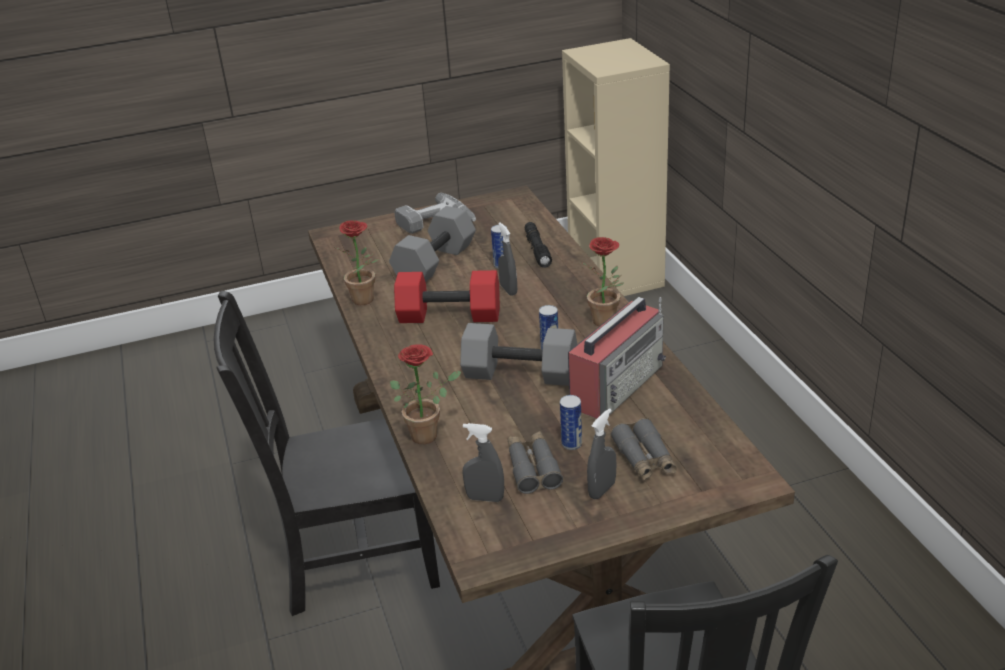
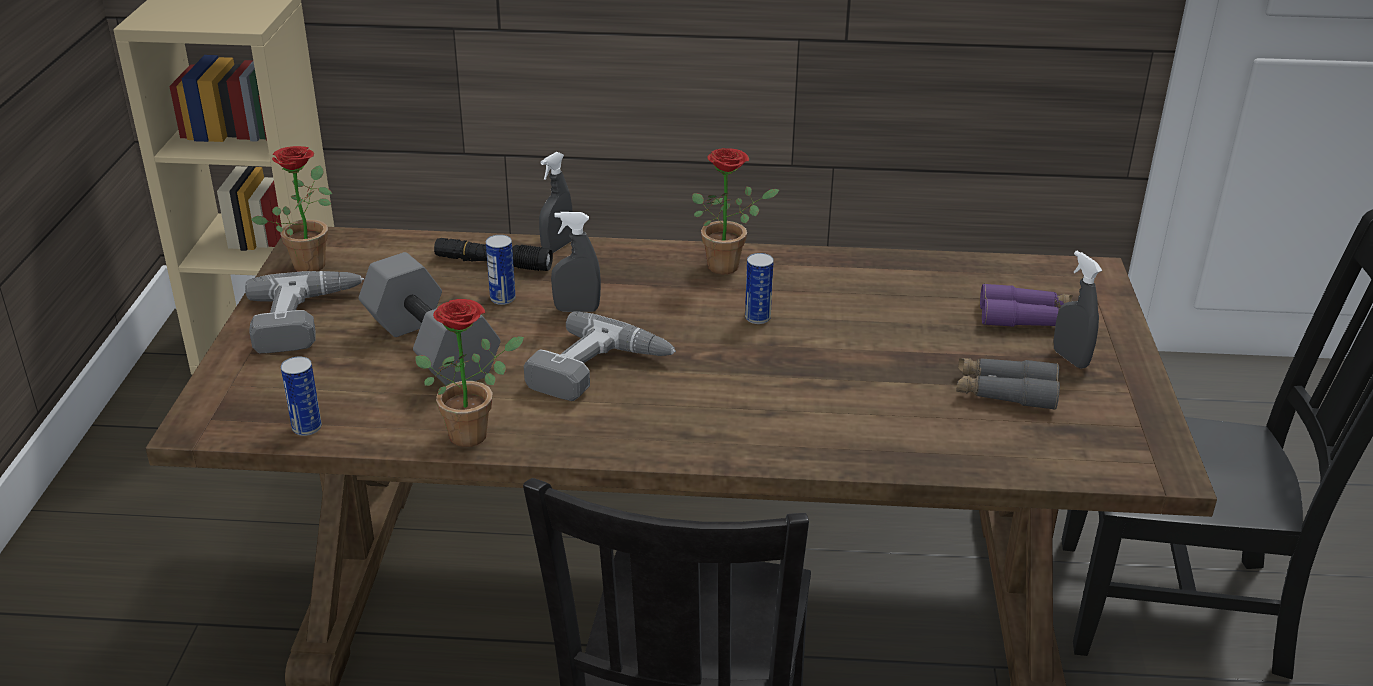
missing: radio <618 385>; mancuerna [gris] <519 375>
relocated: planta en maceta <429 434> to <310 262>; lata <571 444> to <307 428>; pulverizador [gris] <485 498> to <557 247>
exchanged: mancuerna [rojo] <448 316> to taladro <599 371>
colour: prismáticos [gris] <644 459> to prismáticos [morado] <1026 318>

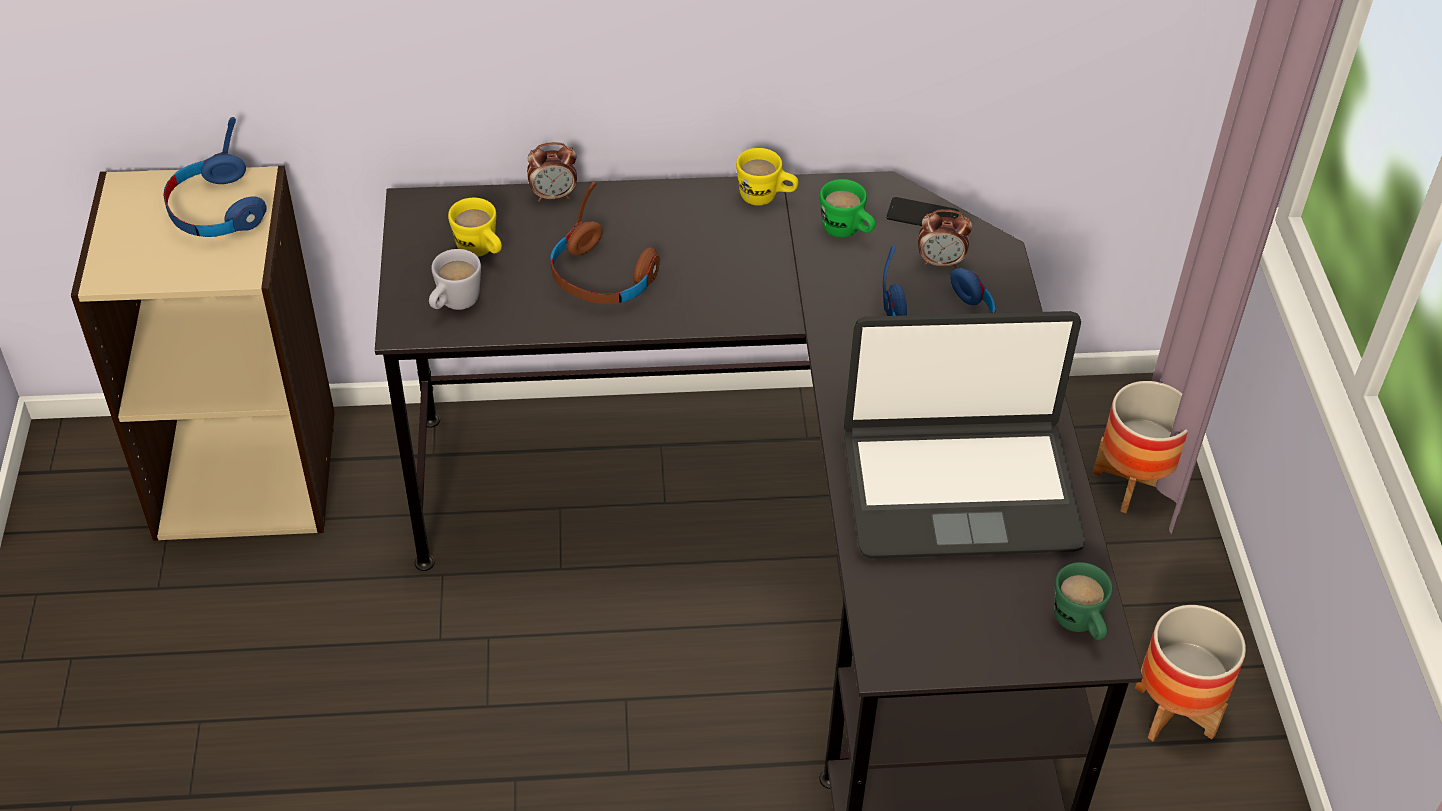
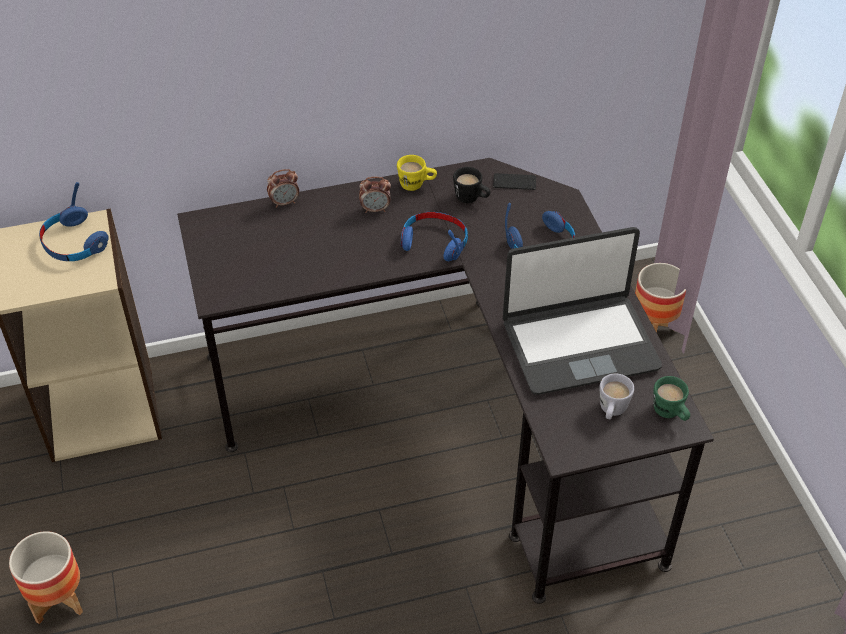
missing: auriculares [marrón] <602 277>; taza grande [amarillo] <481 251>
appeared: auriculares [azul] <434 242>
relocated: despertador <940 262> to <375 209>; taza grande [blanco] <454 304> to <611 412>; maceta <1174 711> to <58 599>
colour: taza grande [verde] <847 232> to taza grande [negro] <471 199>

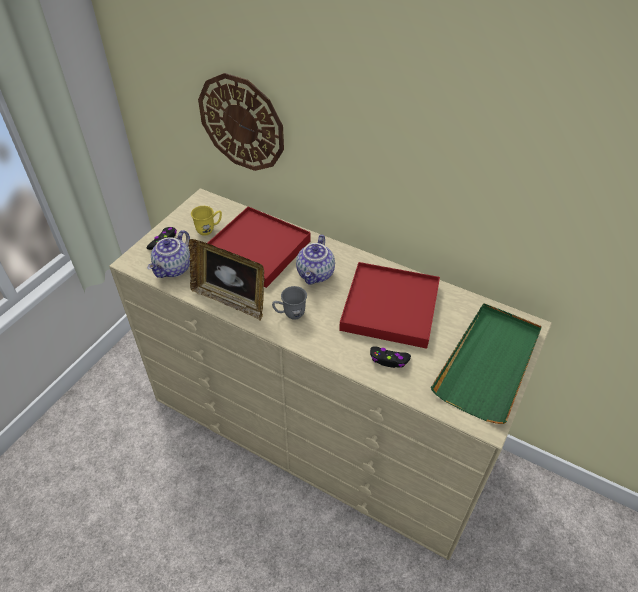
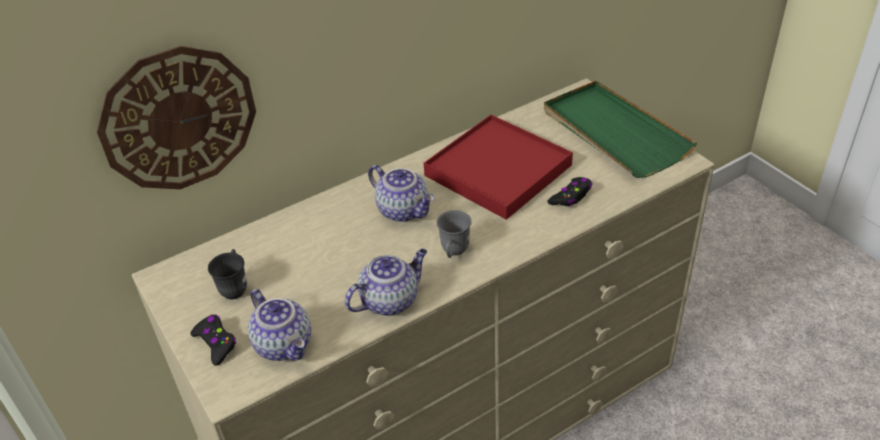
missing: bandeja [rojo] <256 249>
exchanged: portarretratos <230 300> to tetera <390 300>
colour: taza grande [amarillo] <209 229> to taza grande [gris] <235 286>

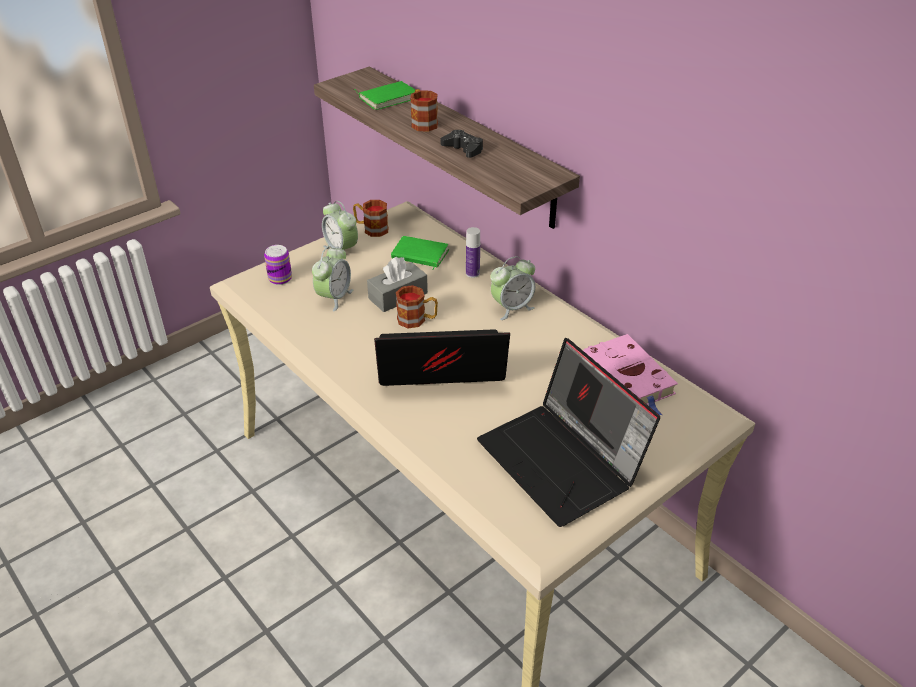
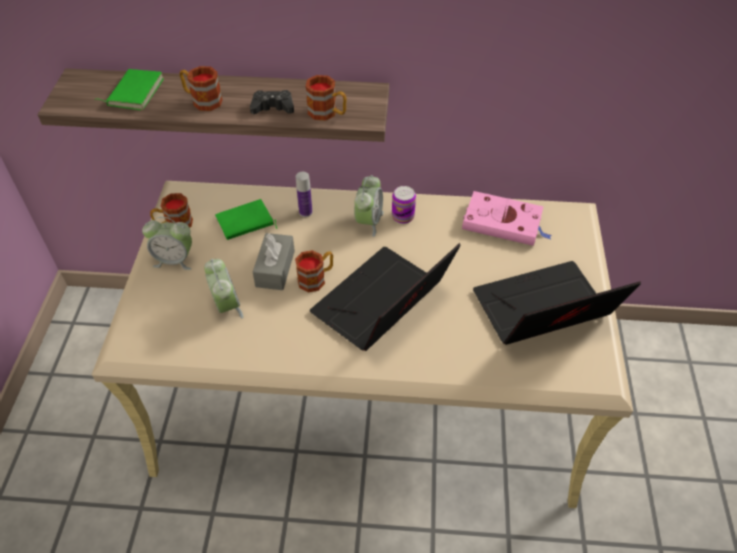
appeared: taza grande <327 113>
relocated: lata <280 278> to <403 216>
spun: portátil <563 461> = <542 312> 150 degrees clockwise

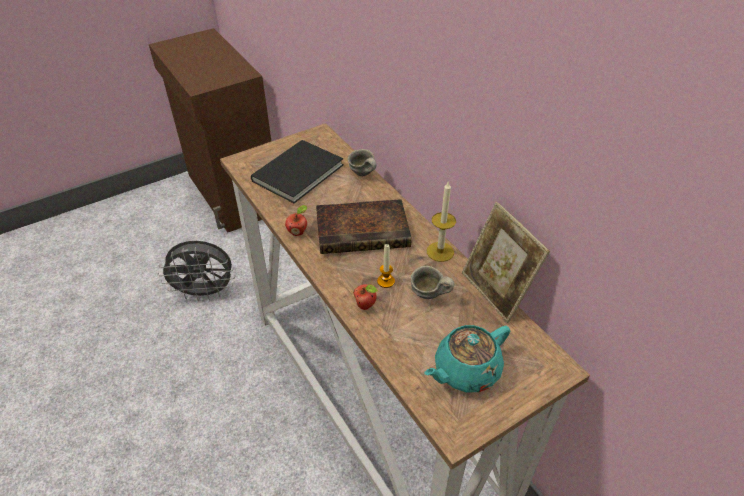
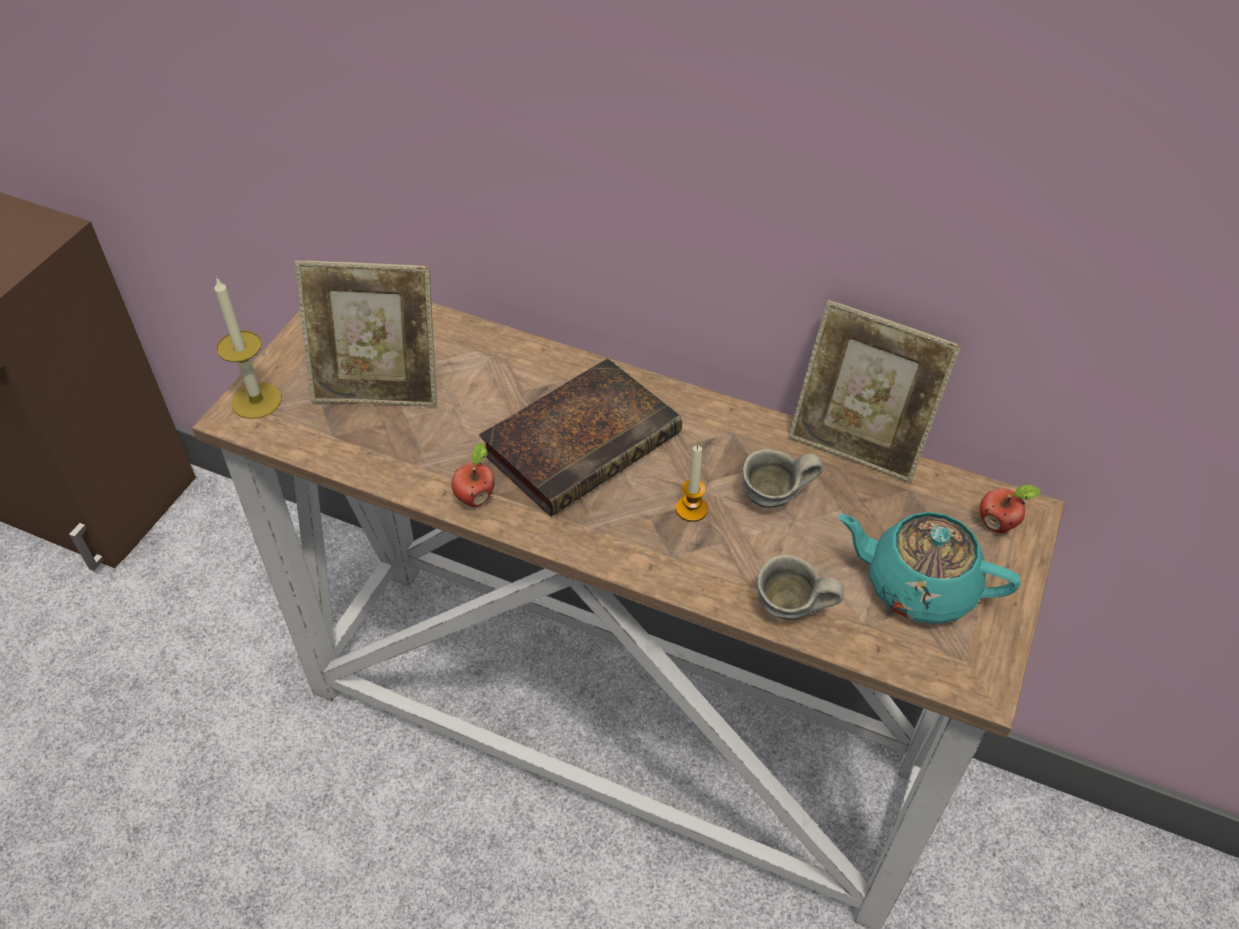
missing: ventilador [gris] <205 292>
relocated: taza grande [gris] <362 175> to <790 613>; vela <440 251> to <256 400>; manzana <366 305> to <998 524>
exchanged: libro [negro] <300 173> to portarretratos <379 387>
spun: tetera [turquesa] <465 371> = <917 585> 90 degrees clockwise

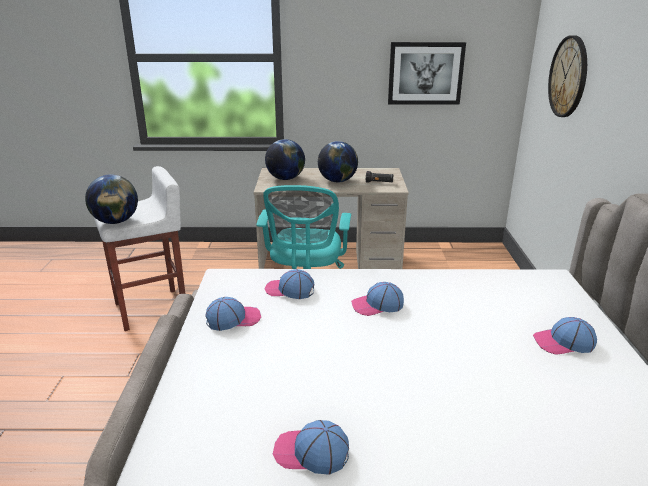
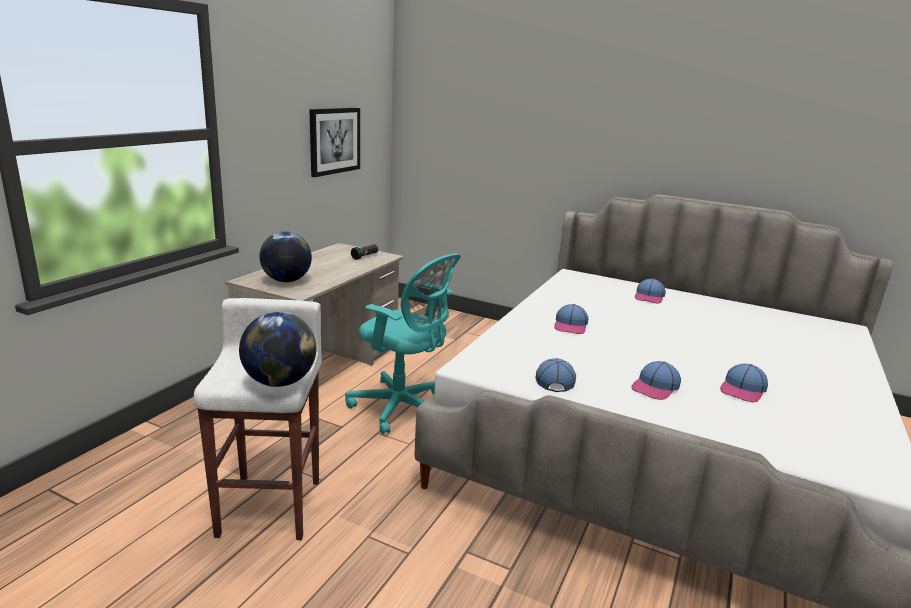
missing: reloj de pared <568 77>; globo terráqueo <337 181>
relocated: gorra <289 290> to <655 387>

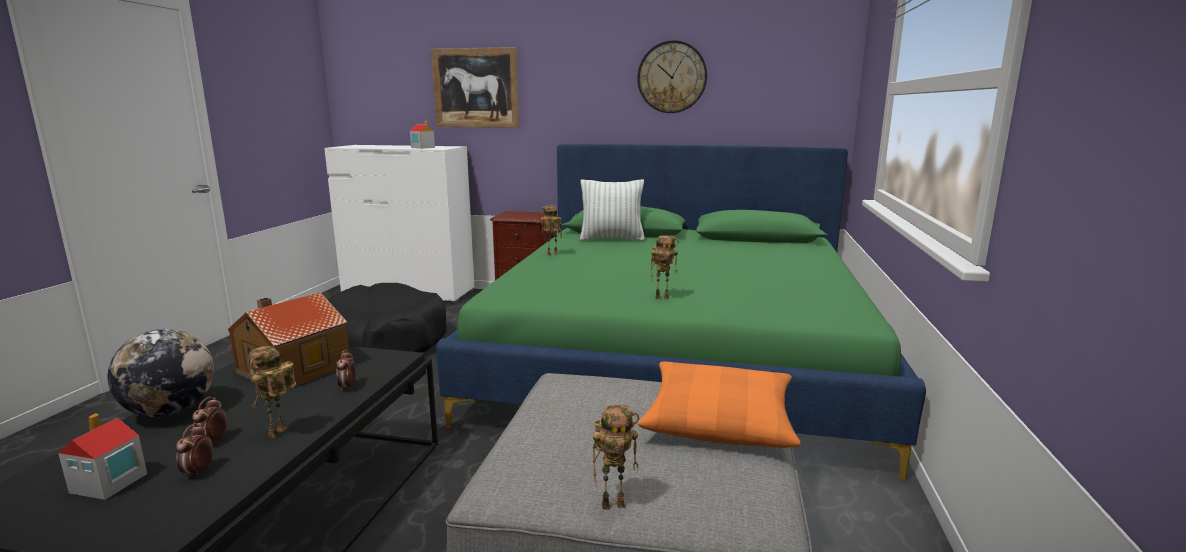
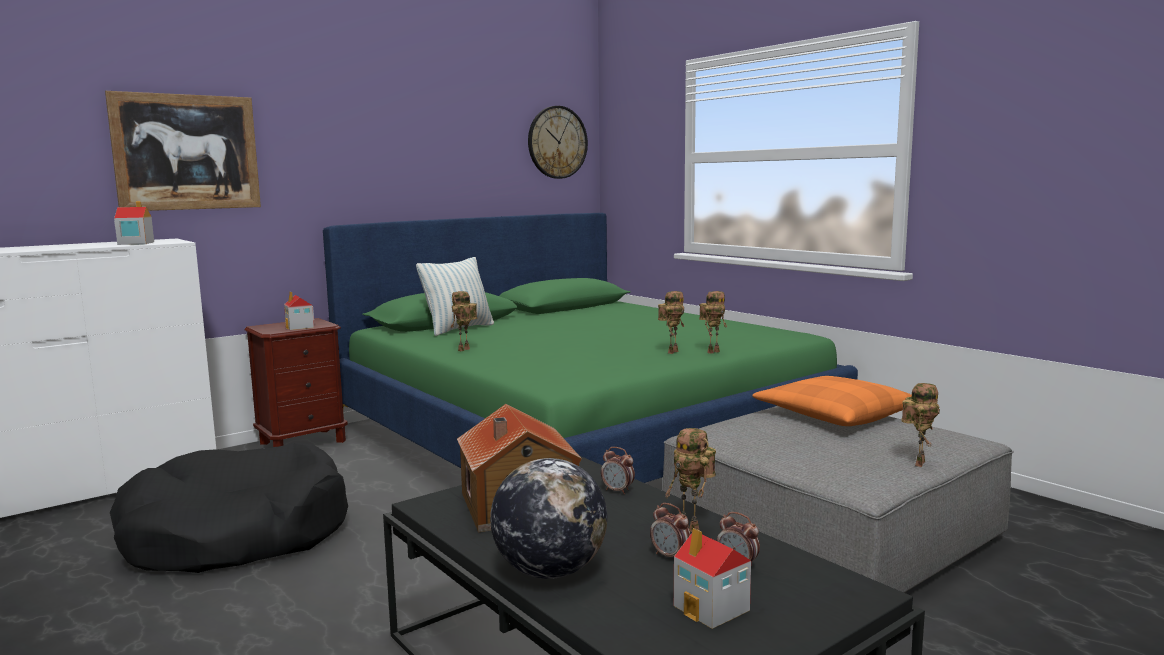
appeared: robot de juguete <713 352>; casita <300 327>
relocated: reloj de pared <672 77> to <557 142>

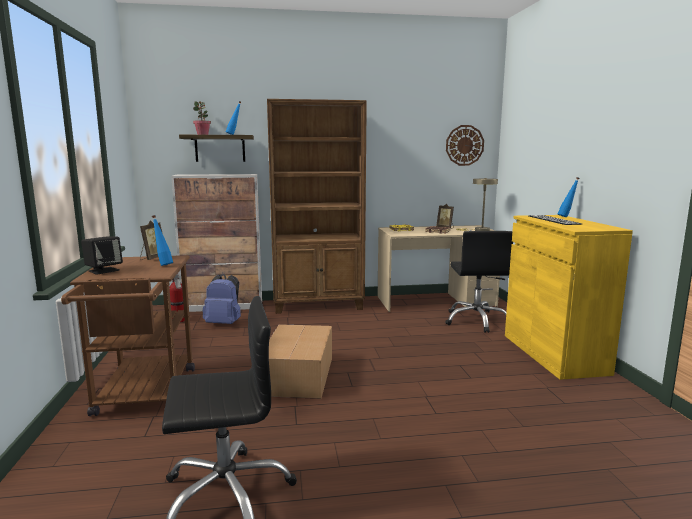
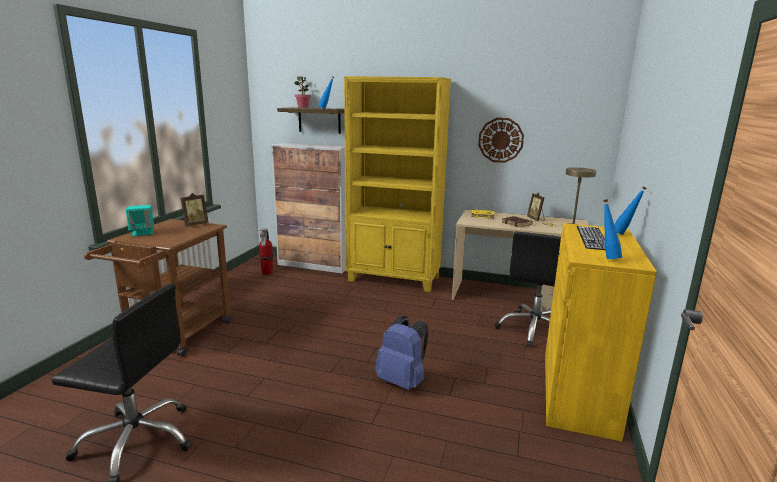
missing: caja de cartón <299 375>
relocated: reloj de pared <464 145> to <500 140>; botella [azul] <163 265> to <607 258>; mochila [azul] <224 323> to <402 381>
colour: estantería [marrón] <318 305> to estantería [amarillo] <394 279>; altavoz [negro] <104 270> to altavoz [turquesa] <142 233>

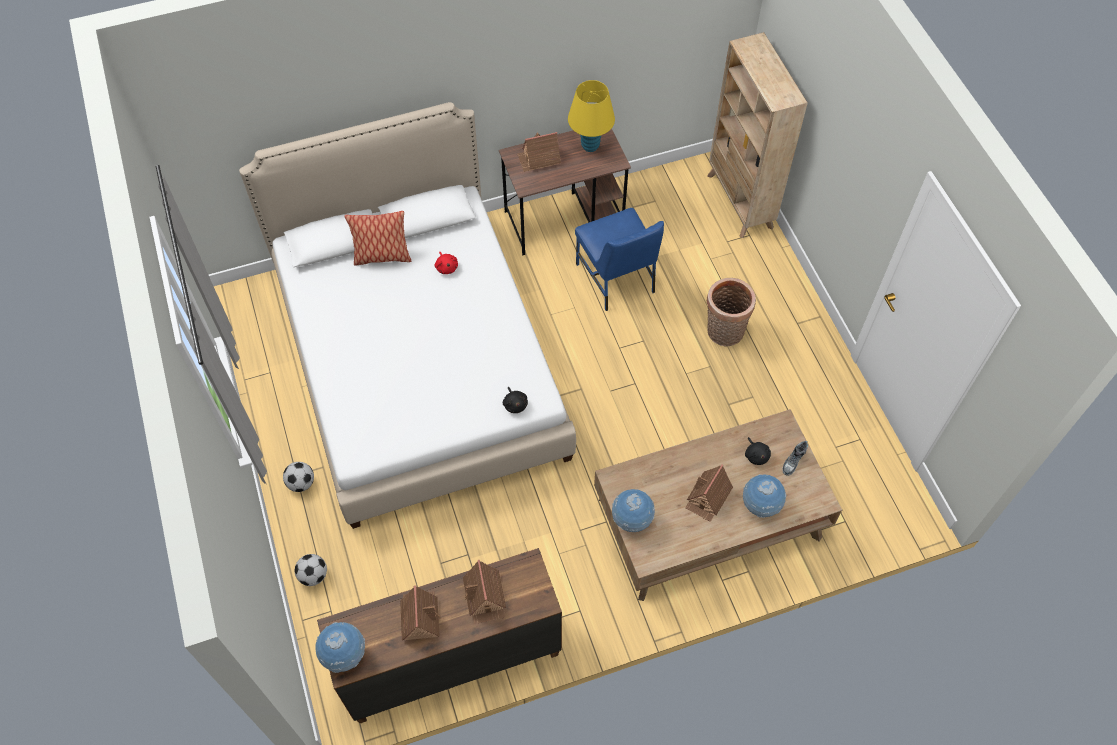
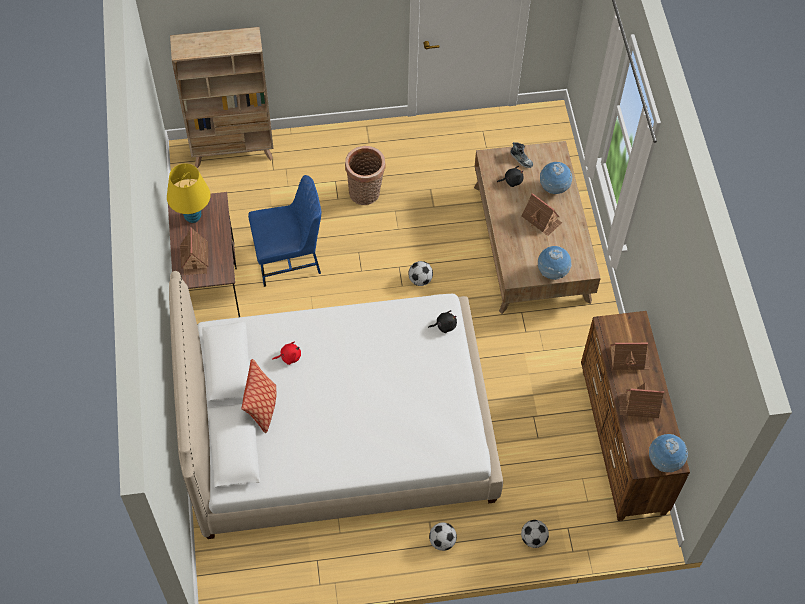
appeared: balón de fútbol <420 280>

